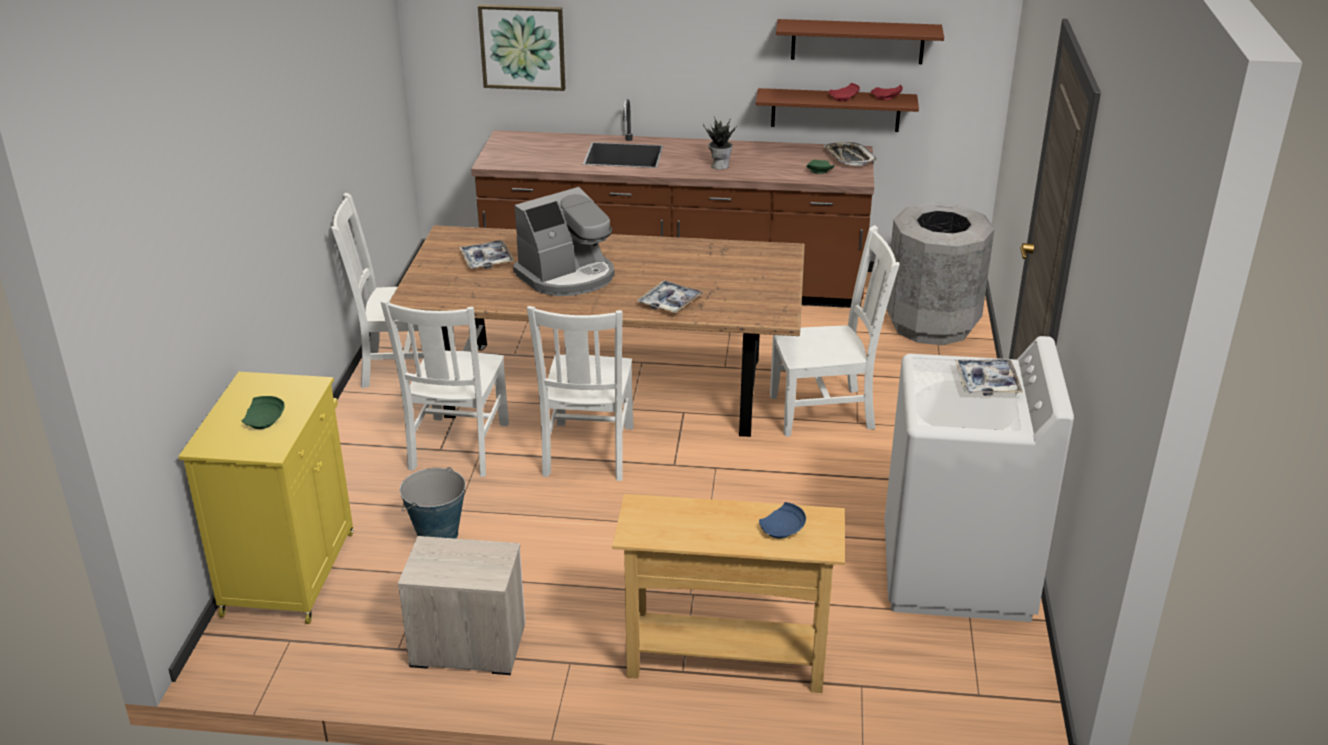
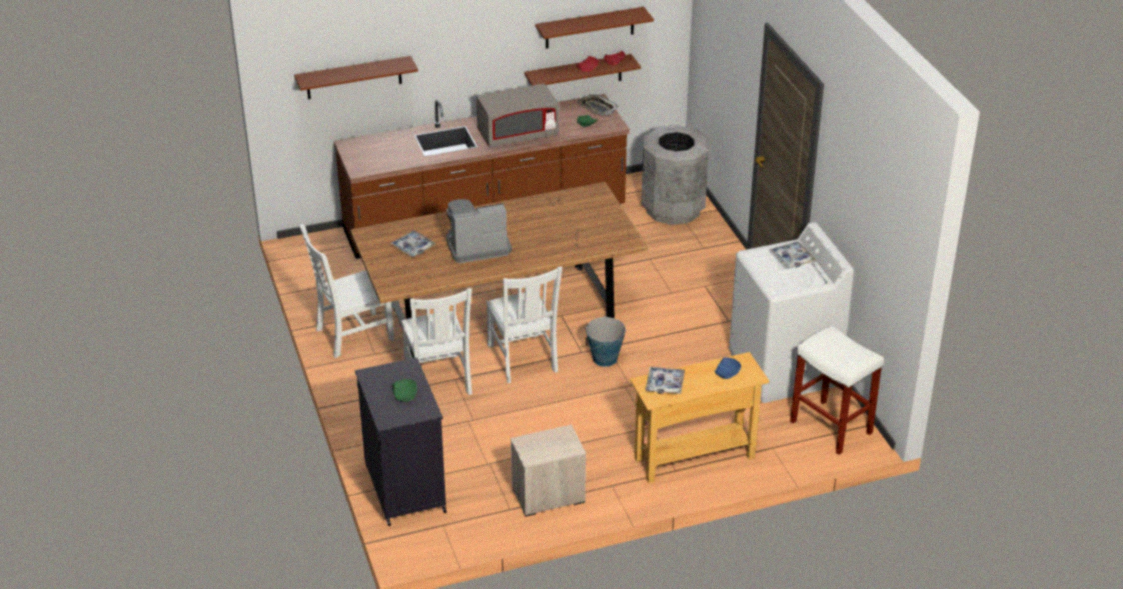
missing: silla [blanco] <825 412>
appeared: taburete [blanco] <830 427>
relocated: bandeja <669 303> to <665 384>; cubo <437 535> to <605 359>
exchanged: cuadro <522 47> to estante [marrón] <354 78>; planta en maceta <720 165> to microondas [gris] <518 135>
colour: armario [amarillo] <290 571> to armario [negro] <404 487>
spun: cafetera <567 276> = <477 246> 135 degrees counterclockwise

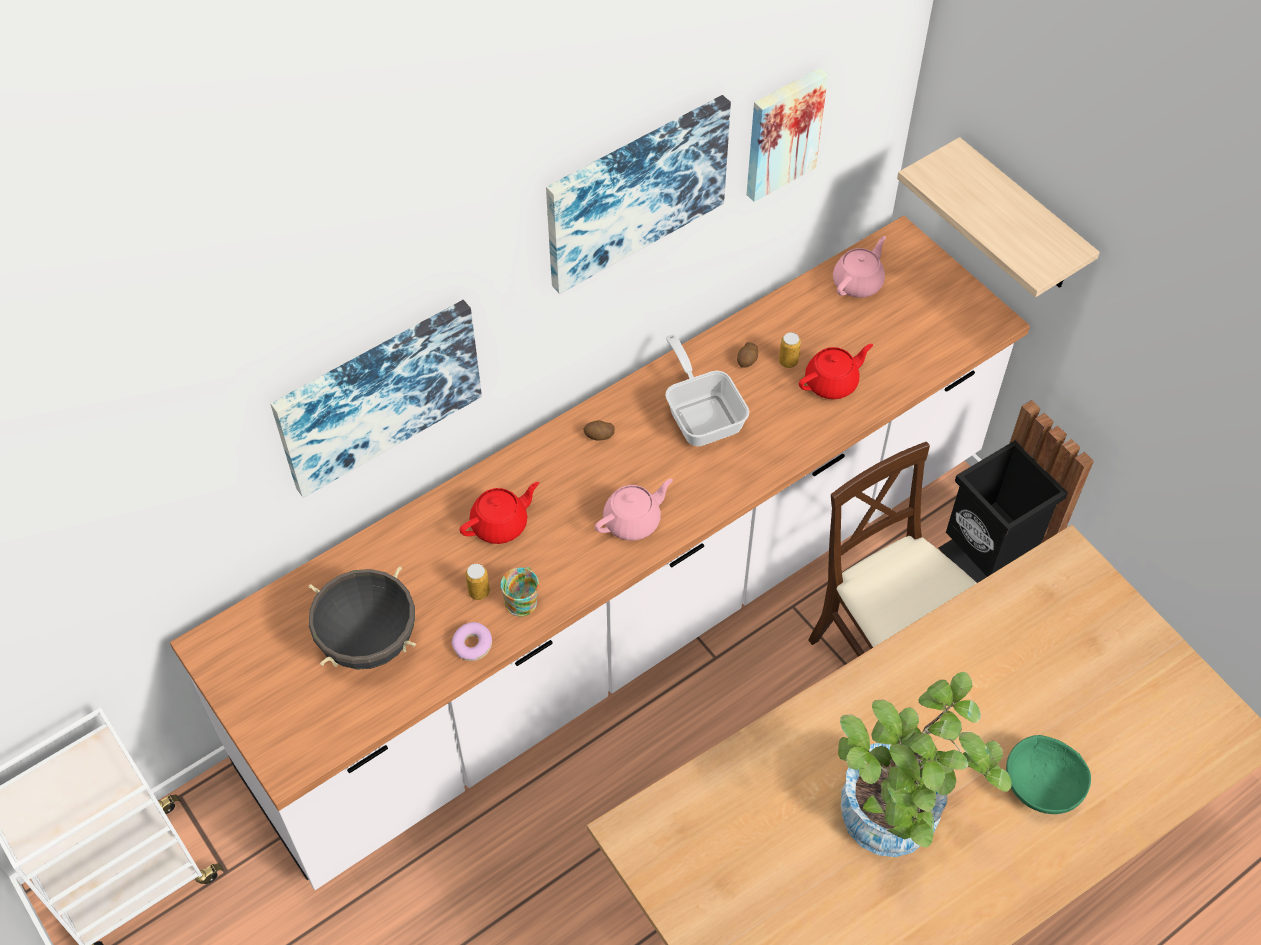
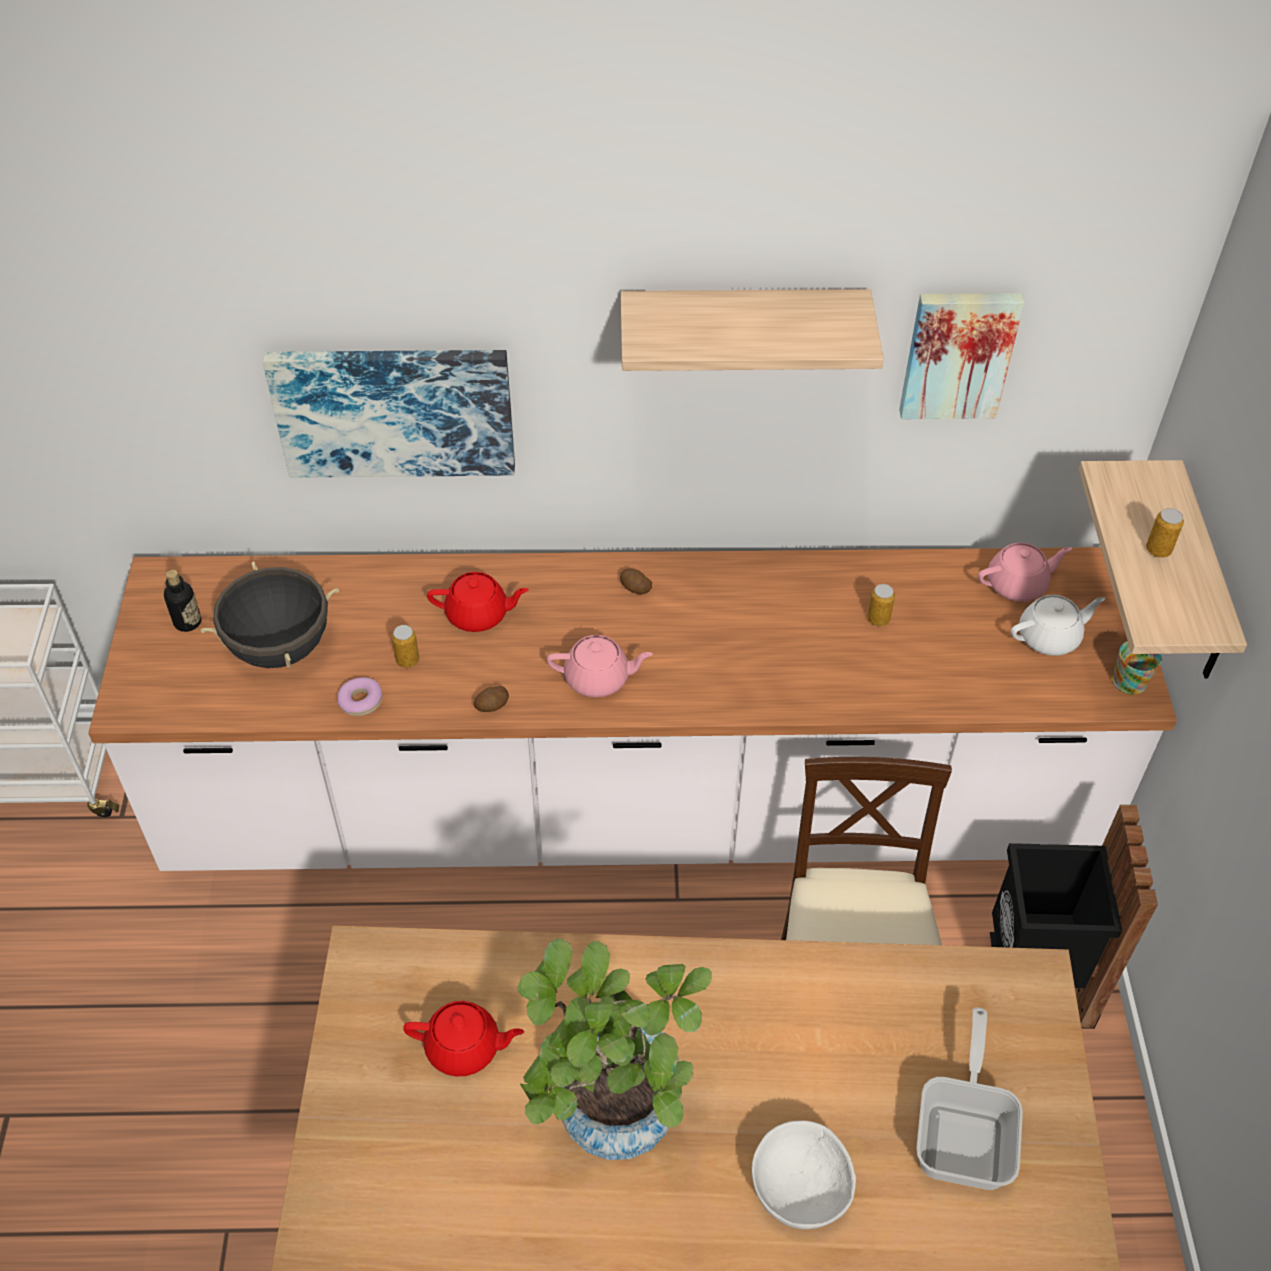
appeared: lata <1158 550>; botella <187 622>; tetera [blanco] <1050 637>
relocated: sartén <702 414> to <965 1133>; patata <747 360> to <492 706>; tetera [rojo] <832 383> to <464 1047>; taza grande <523 599> to <1133 678>
exchanged: cuadro <635 190> to estante <743 328>
colour: cuenco [verde] <1040 786> to cuenco [blanco] <799 1187>

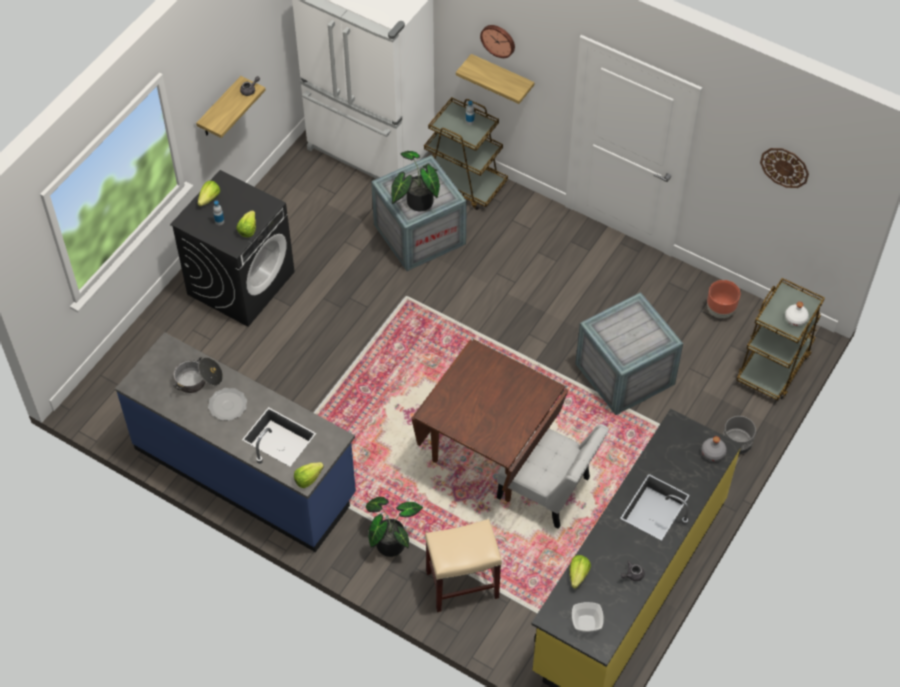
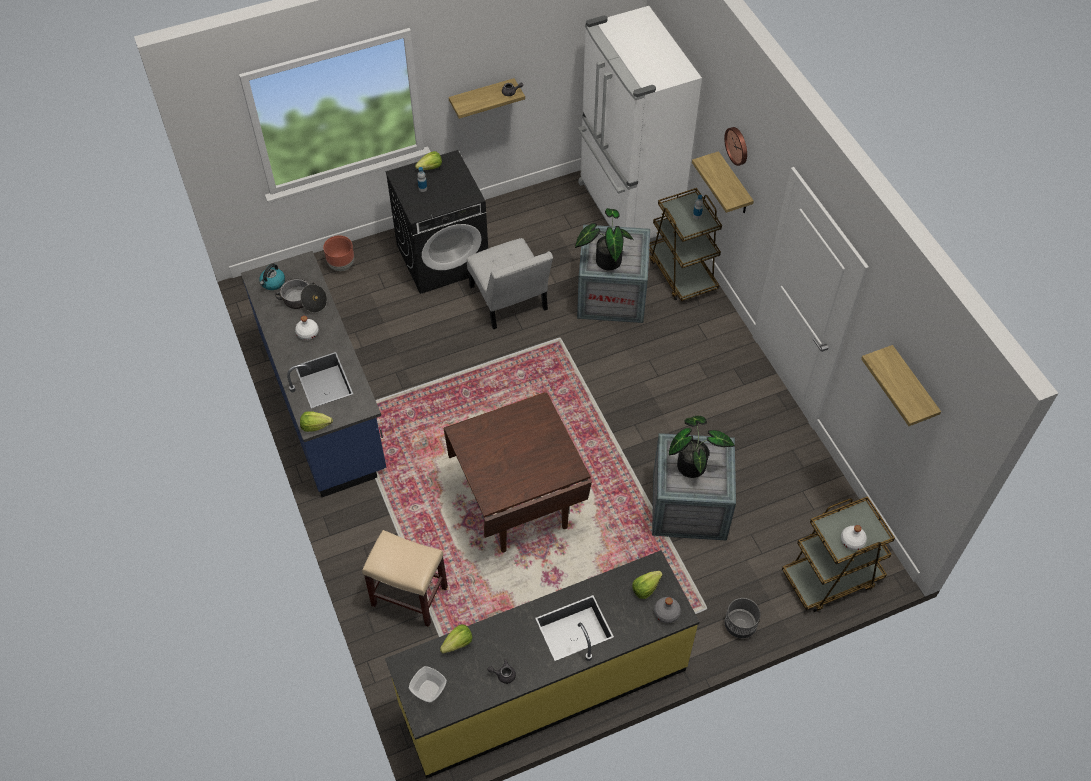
appeared: hervidor <273 283>
relocated: lechuga <248 229> to <646 588>; maceta [marrón] <720 310> to <342 265>; silla [blanco] <548 491> to <510 301>; planta en maceta <390 541> to <693 463>
exchanged: reloj de pared <784 167> to estante <912 387>; plato <228 405> to botella [blanco] <308 333>

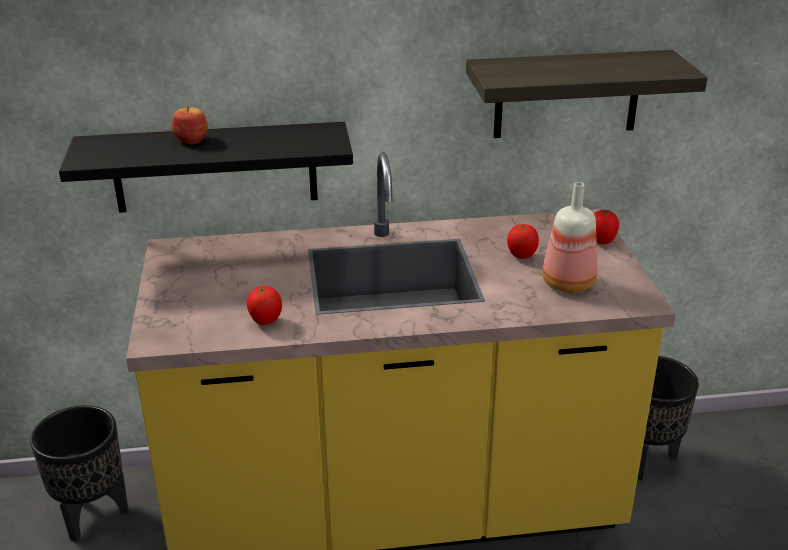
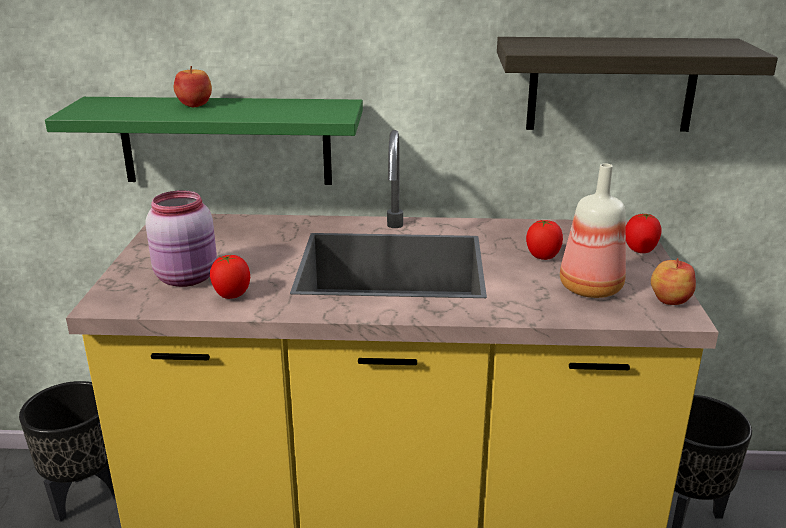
appeared: tarro [rosa] <188 278>; manzana <669 299>
colour: estante [negro] <215 167> to estante [verde] <226 141>

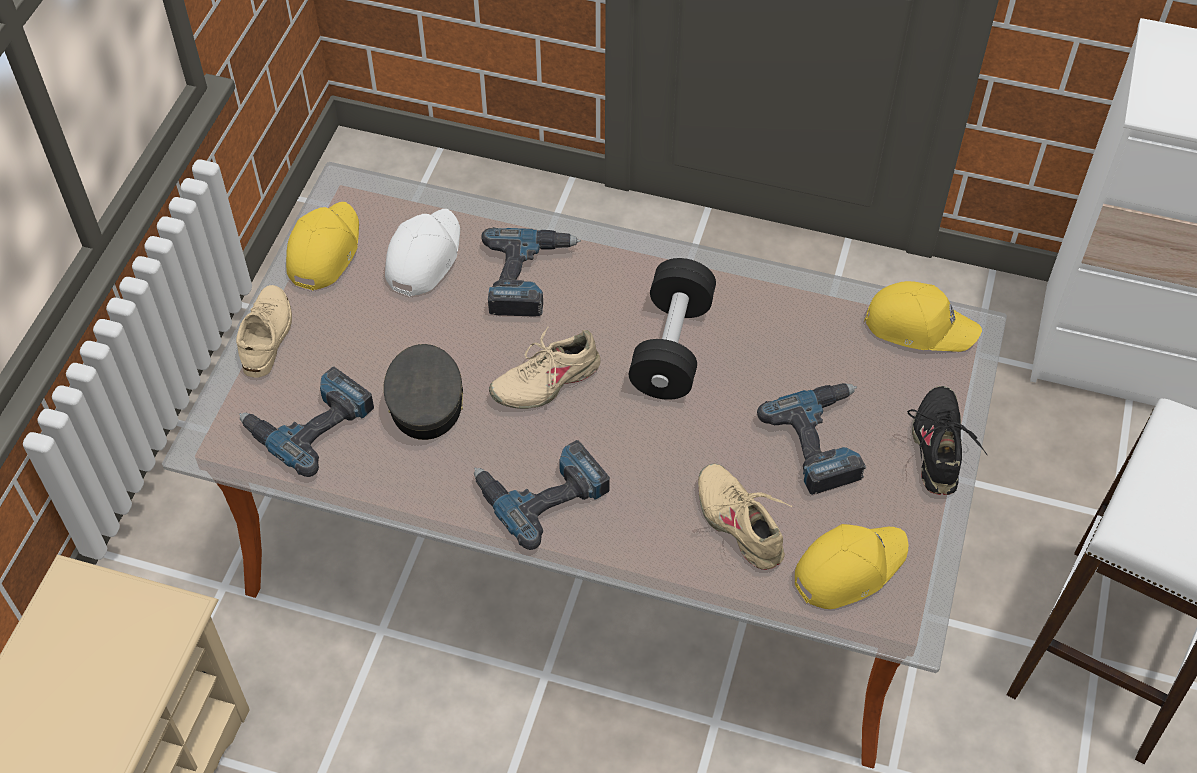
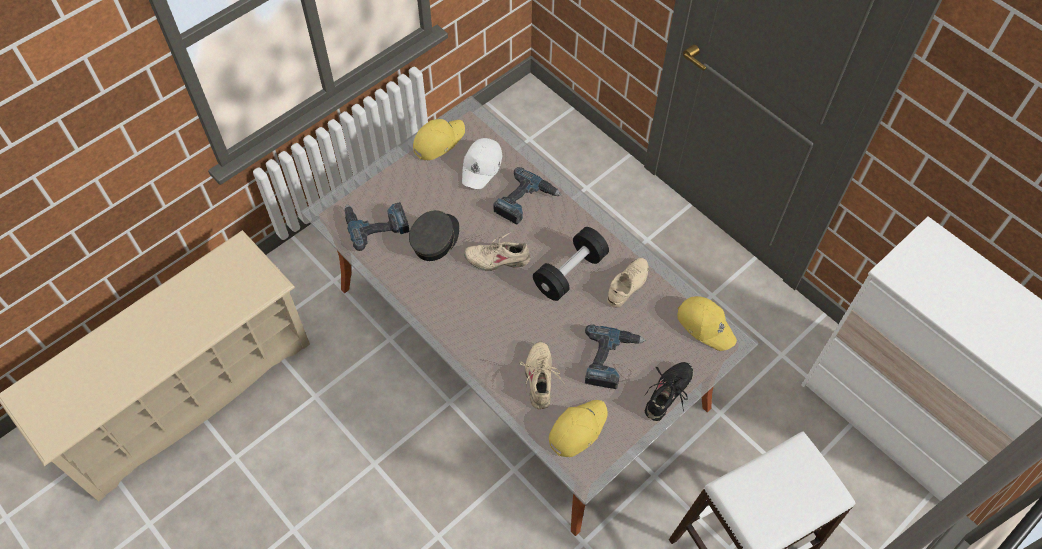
missing: taladro <542 492>
relocated: zapato [beis] <267 335> to <628 284>
spun: gorra [blanco] <423 257> = <482 166> 150 degrees clockwise; gorra [amarillo] <848 567> = <577 429> 45 degrees counterclockwise

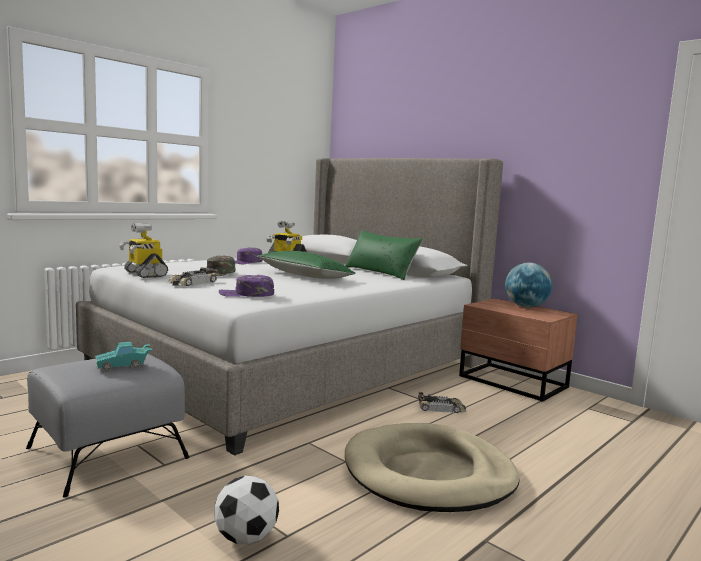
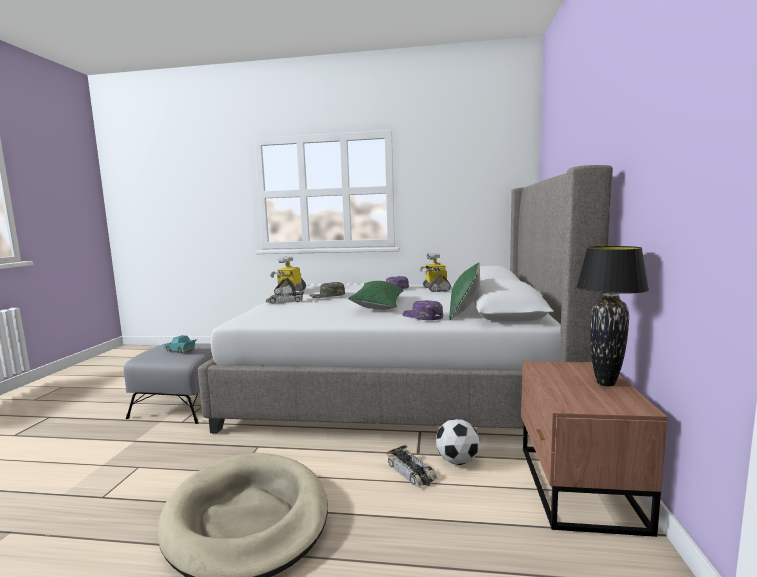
relocated: gorra [morado] <246 294> to <422 316>; balón de fútbol <246 538> to <457 461>
exchanged: globo terráqueo <526 307> to lámpara de mesa [negro] <605 383>

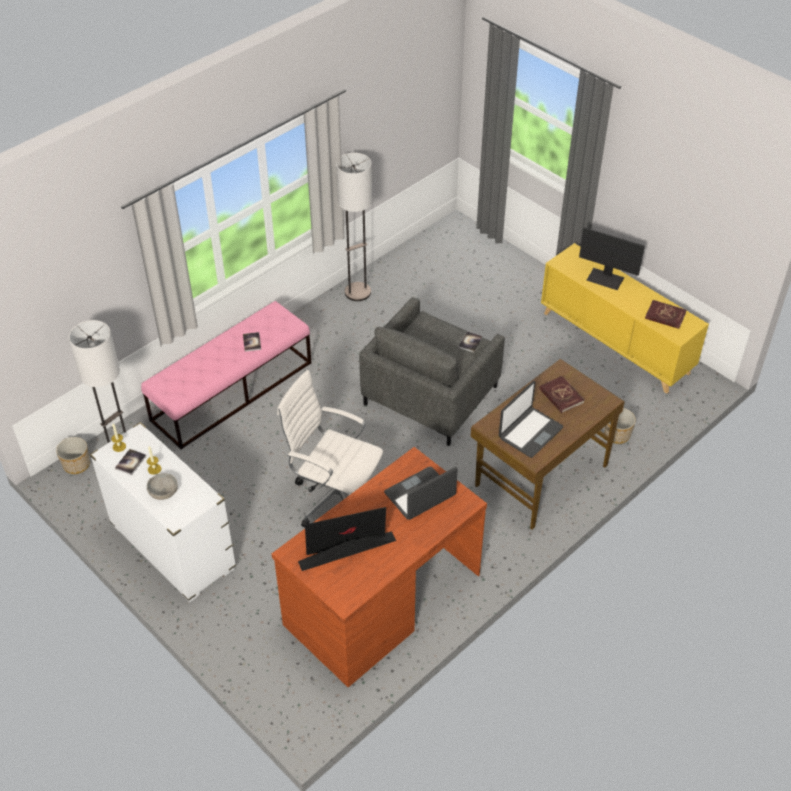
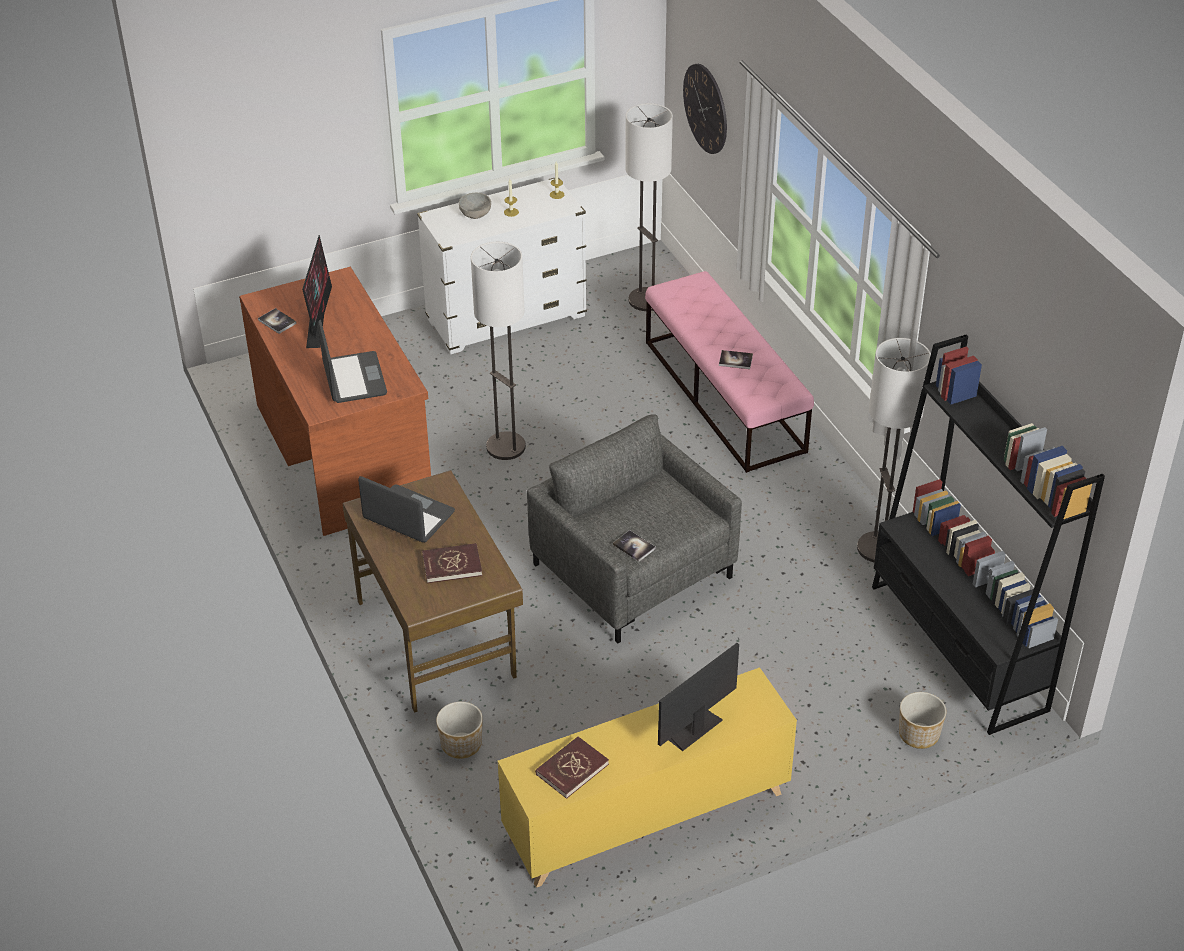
appeared: reloj de pared <705 108>; estantería [negro] <958 648>
relocated: maceta <76 464> to <919 734>; libro <130 462> to <277 322>
exchanged: silla de oficina [blanco] <335 497> to lámpara de pie <506 447>
spun: portátil <530 432> = <408 516> 150 degrees clockwise

